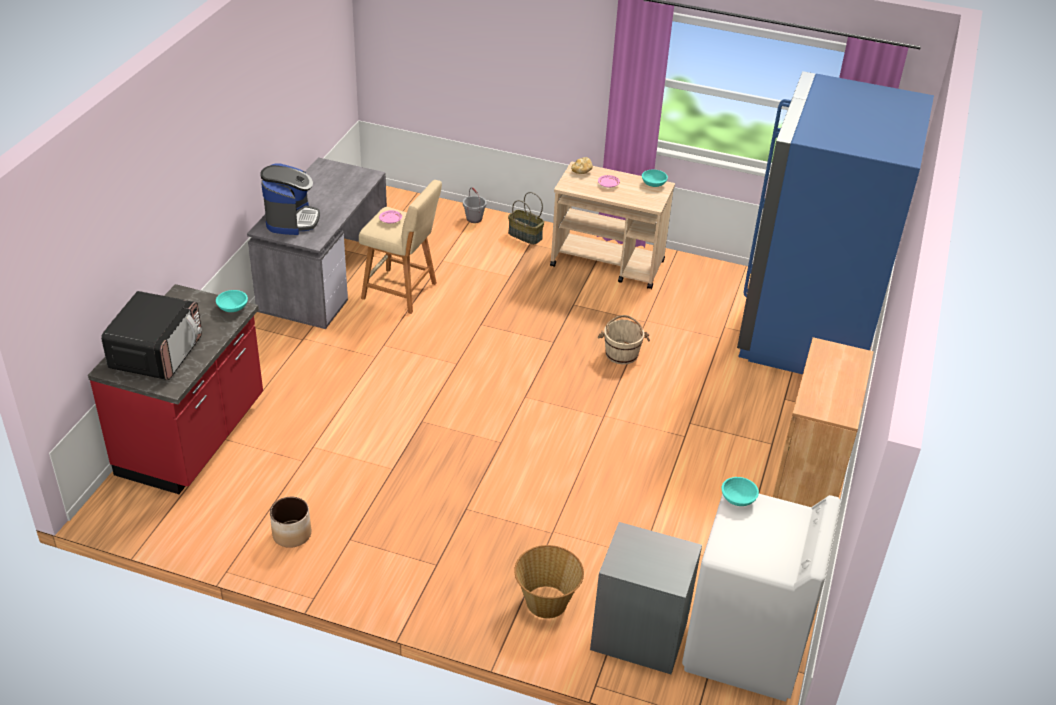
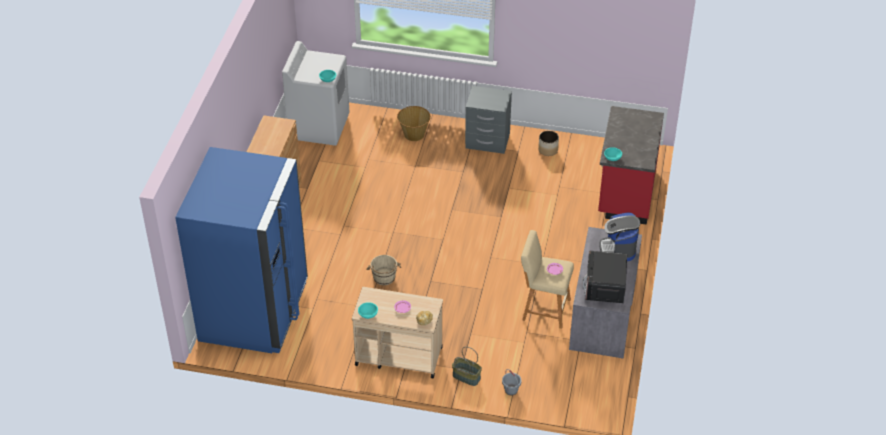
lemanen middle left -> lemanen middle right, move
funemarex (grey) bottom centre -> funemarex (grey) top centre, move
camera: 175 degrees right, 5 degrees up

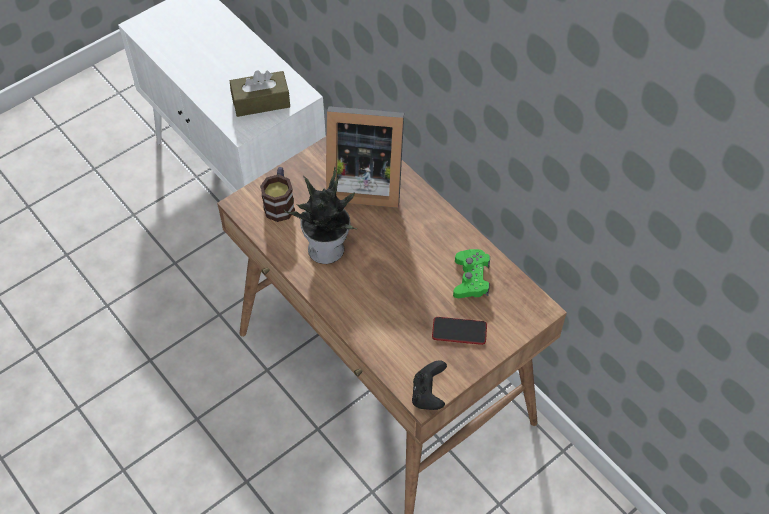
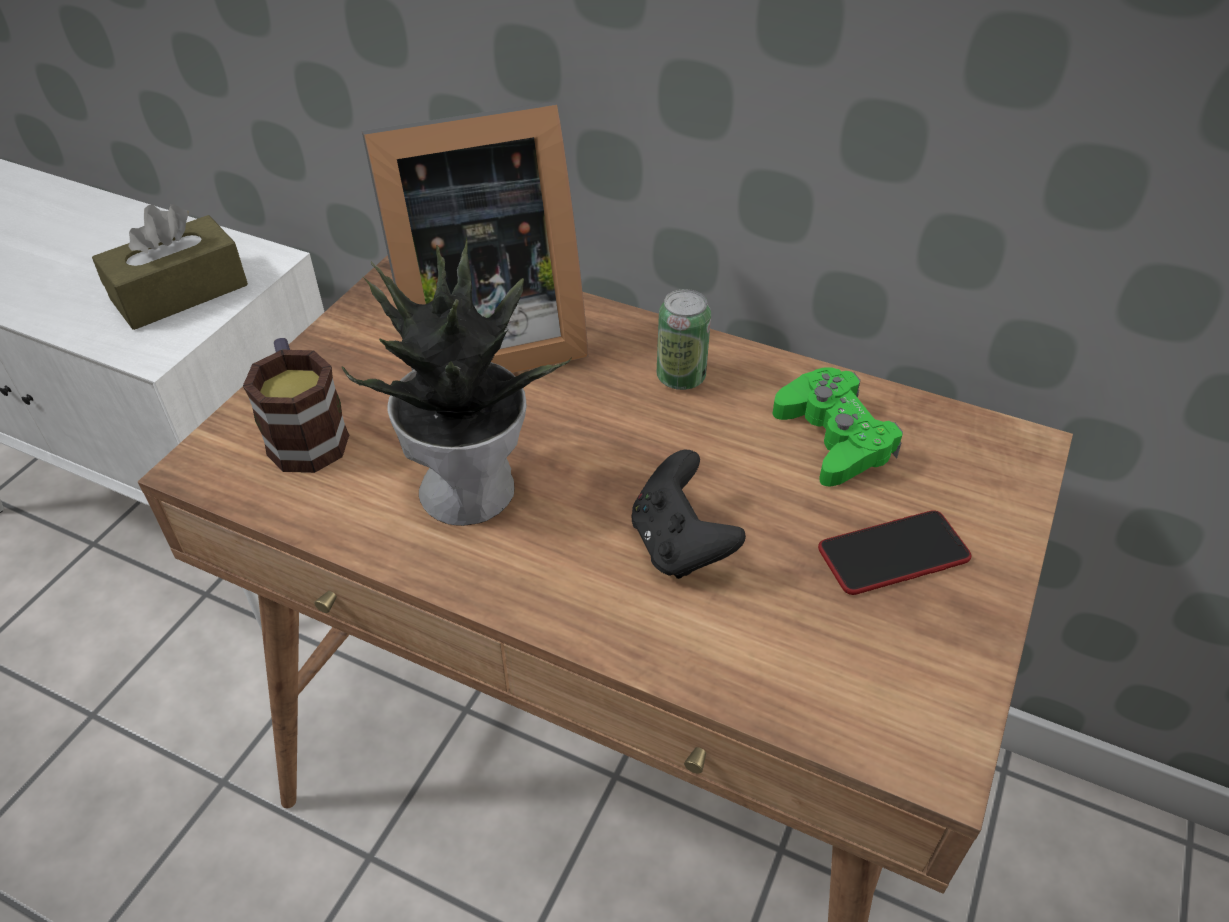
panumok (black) bottom centre -> panumok (black) centre, move
none -> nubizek centre
camera: 25 degrees left, 10 degrees down

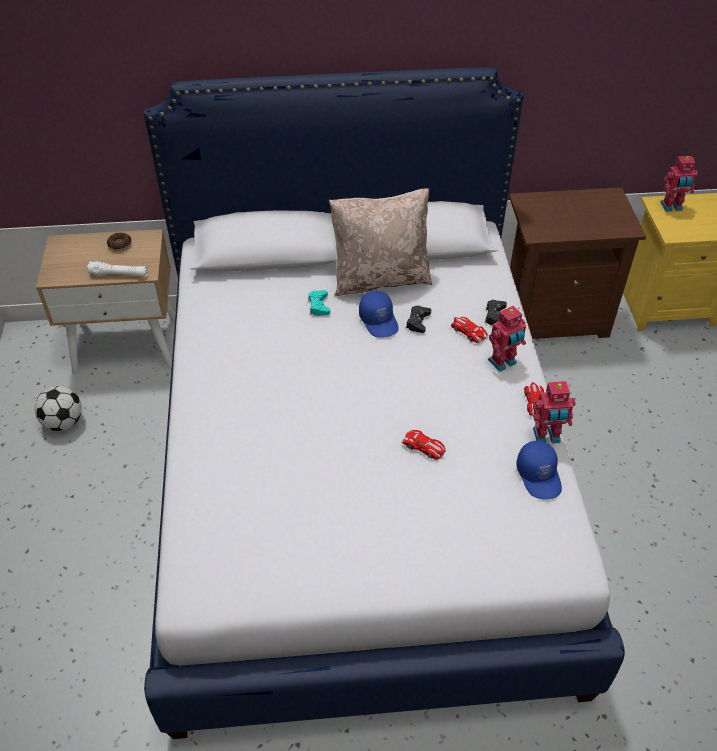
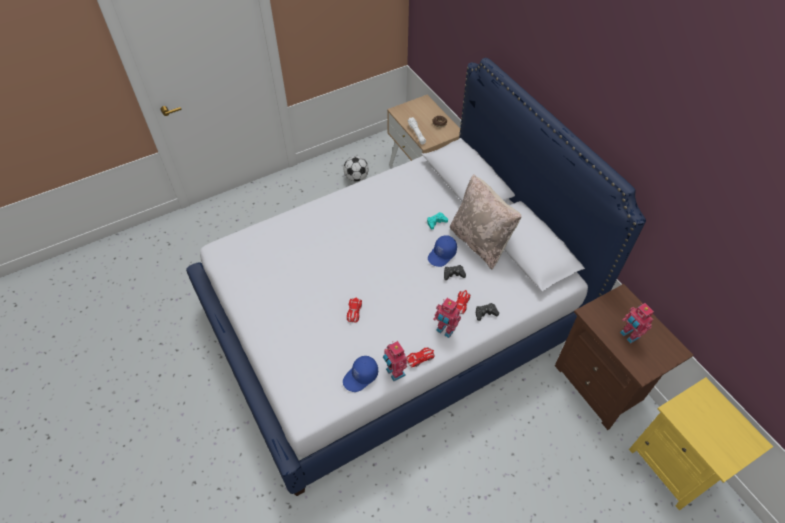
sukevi (3rd from left) top right -> sukevi (3rd from left) middle right, move
camera: 65 degrees right, 5 degrees up

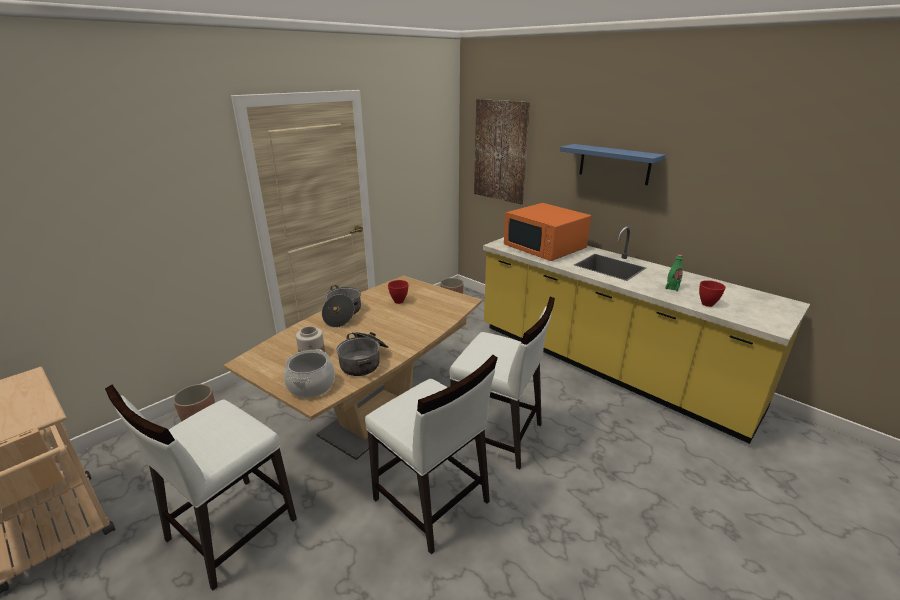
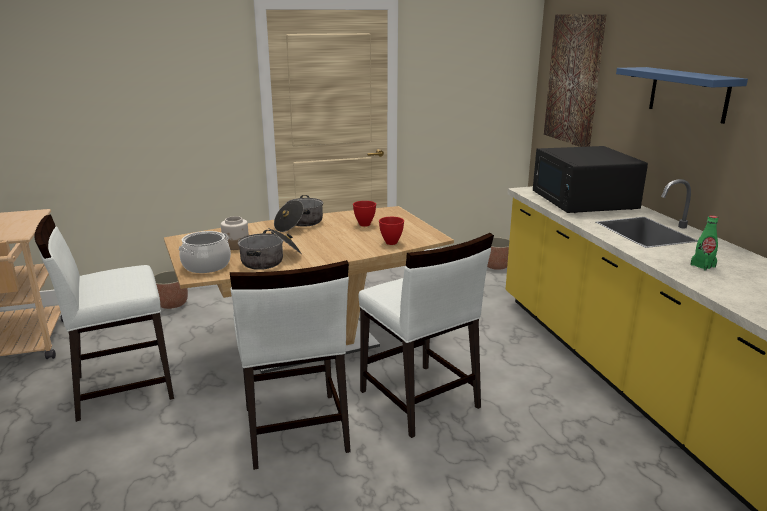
lemanen (orange) centre -> lemanen (black) middle right
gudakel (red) (2nd from left) middle right -> gudakel (red) (2nd from left) centre, move
camera: 30 degrees right, 5 degrees down

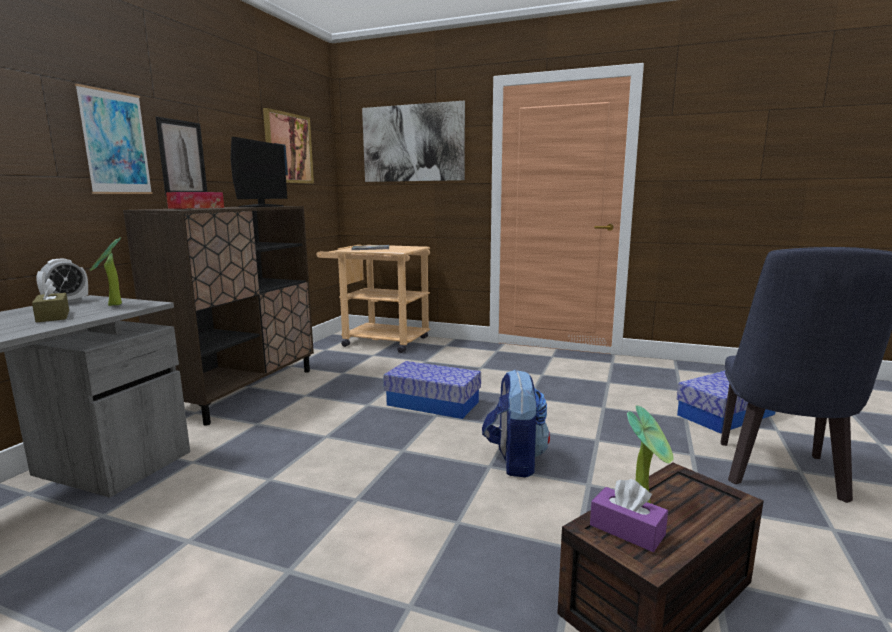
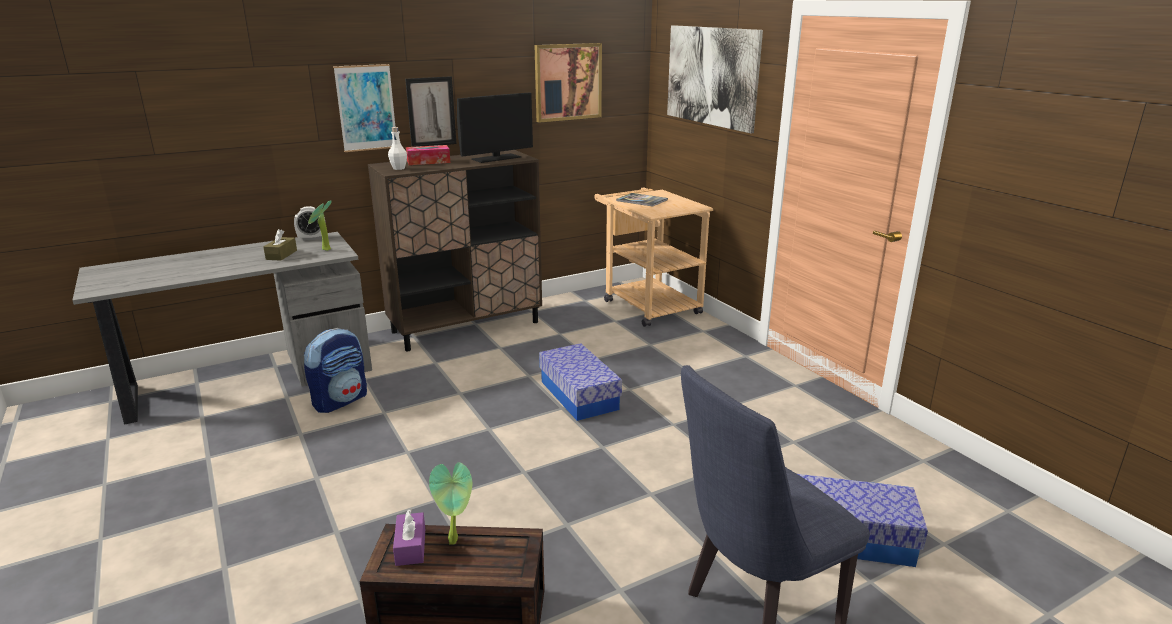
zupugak bottom centre -> zupugak middle left, move
none -> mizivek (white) top centre
camera: 40 degrees right, 10 degrees up

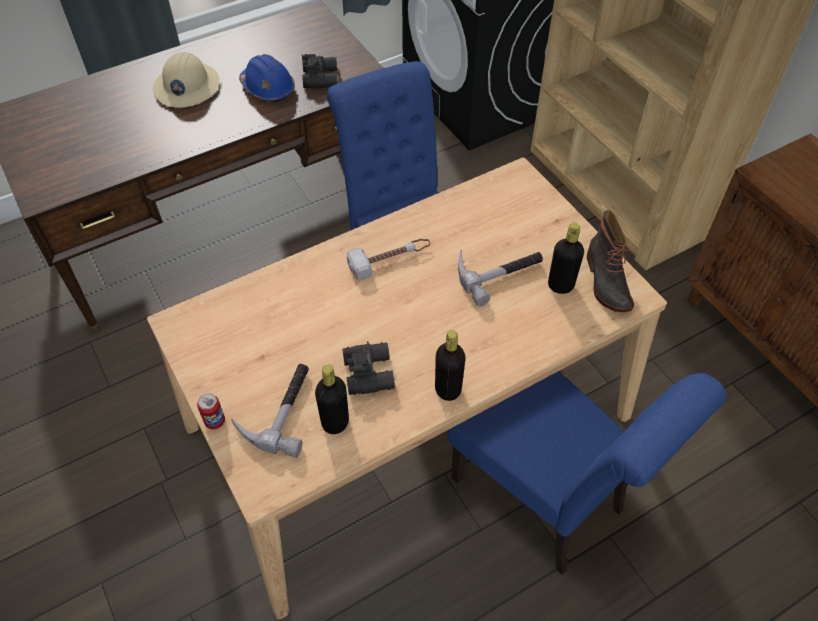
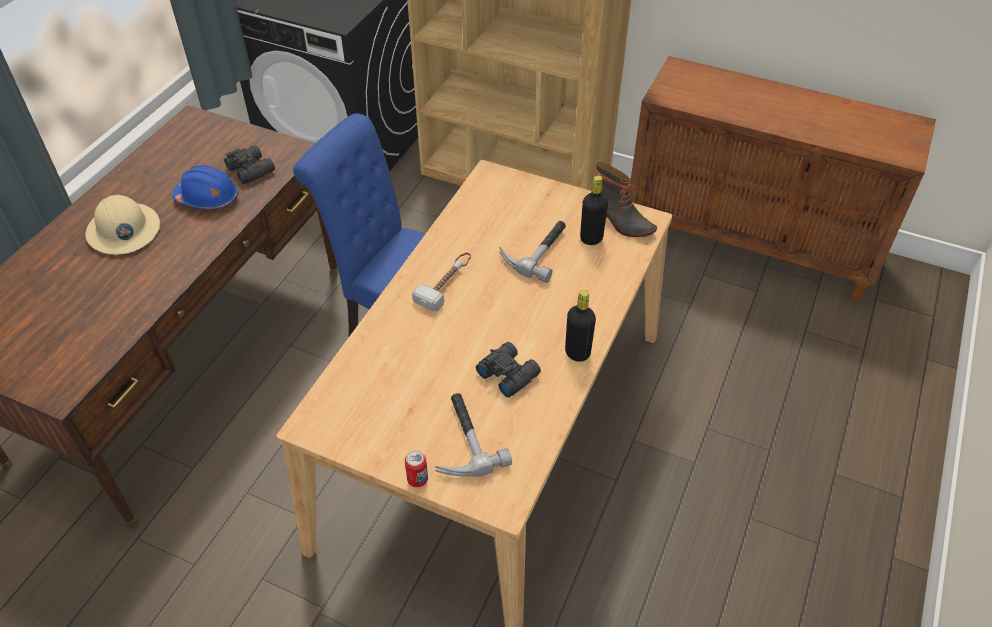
mizivek (black) (1st from left) centre -> none
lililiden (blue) (2nd from left) bottom right -> none
camera: 35 degrees left, 5 degrees down

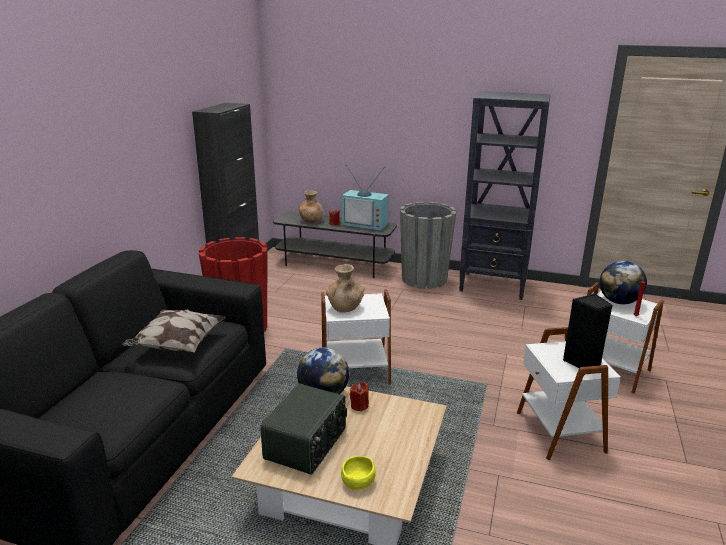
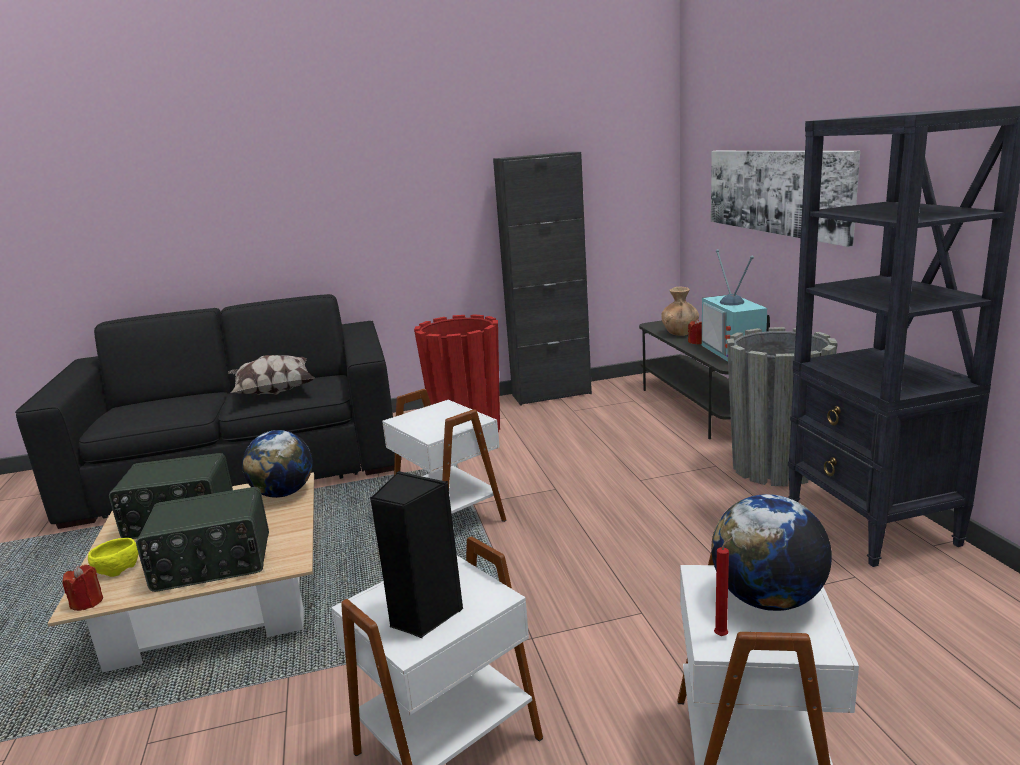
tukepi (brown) (2nd from left) centre -> none
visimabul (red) (2nd from left in the first image) bottom centre -> visimabul (red) (1st from left) bottom left, move
none -> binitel top right
none -> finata (2nd from left) bottom left
camera: 60 degrees right, 5 degrees down

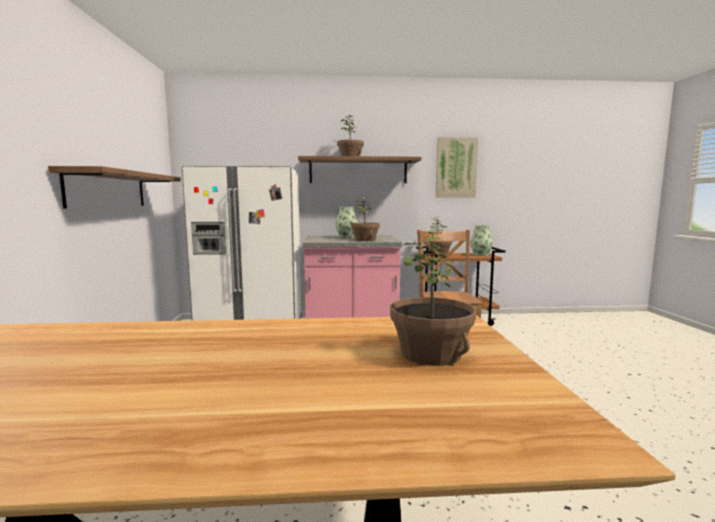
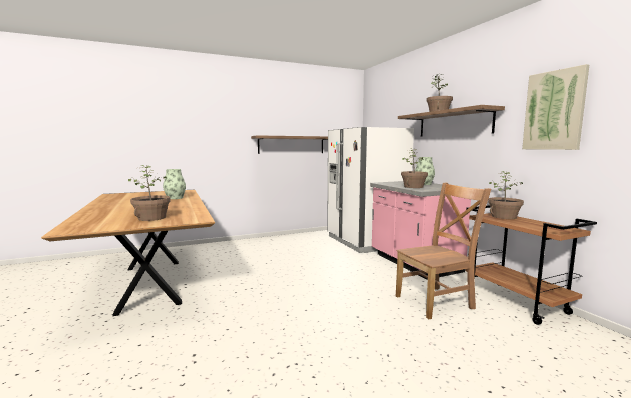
tukepi (2nd from left in the first image) middle right -> tukepi (1st from left) middle left, move
camera: 70 degrees right, 0 degrees up

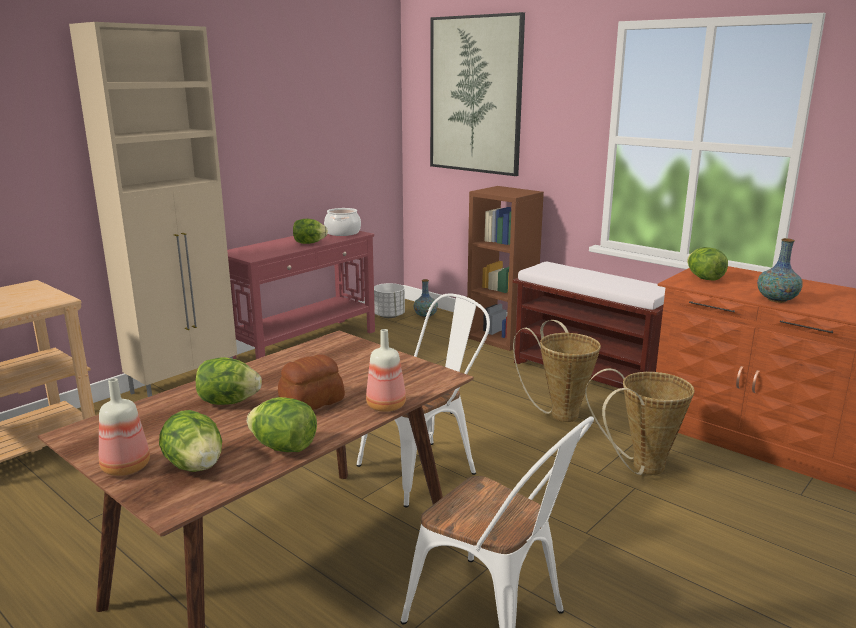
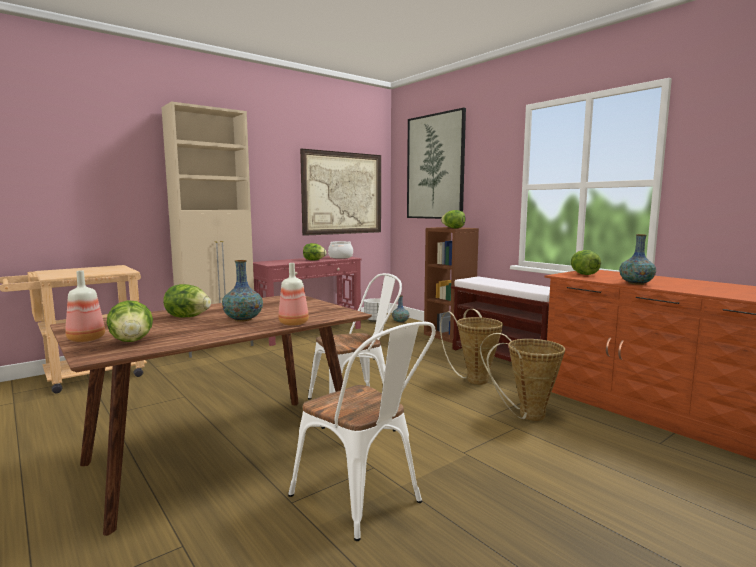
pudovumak centre -> tukepi (1st from left) middle left
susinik (3rd from left in the first image) bottom left -> susinik (4th from left) centre, move
none -> binitel (1st from left) centre
camera: 10 degrees right, 10 degrees down

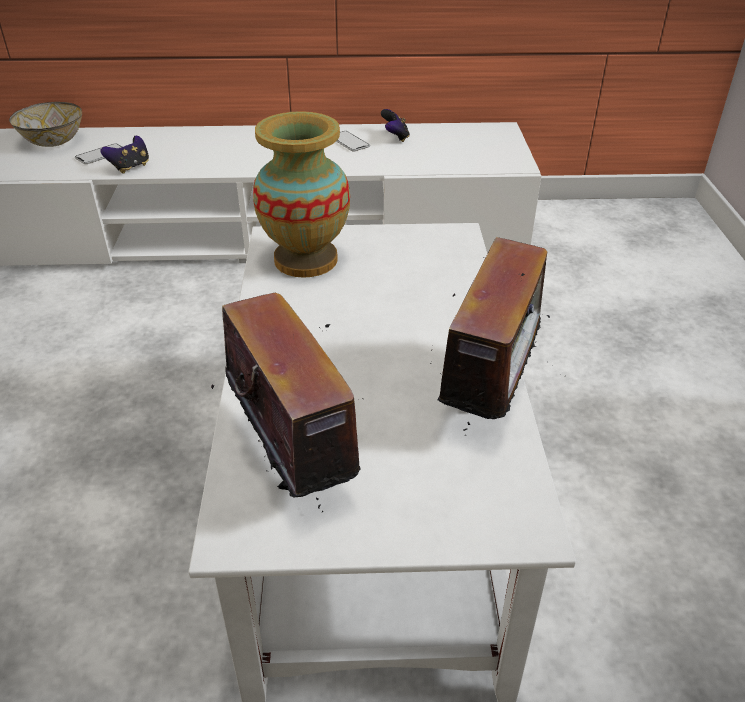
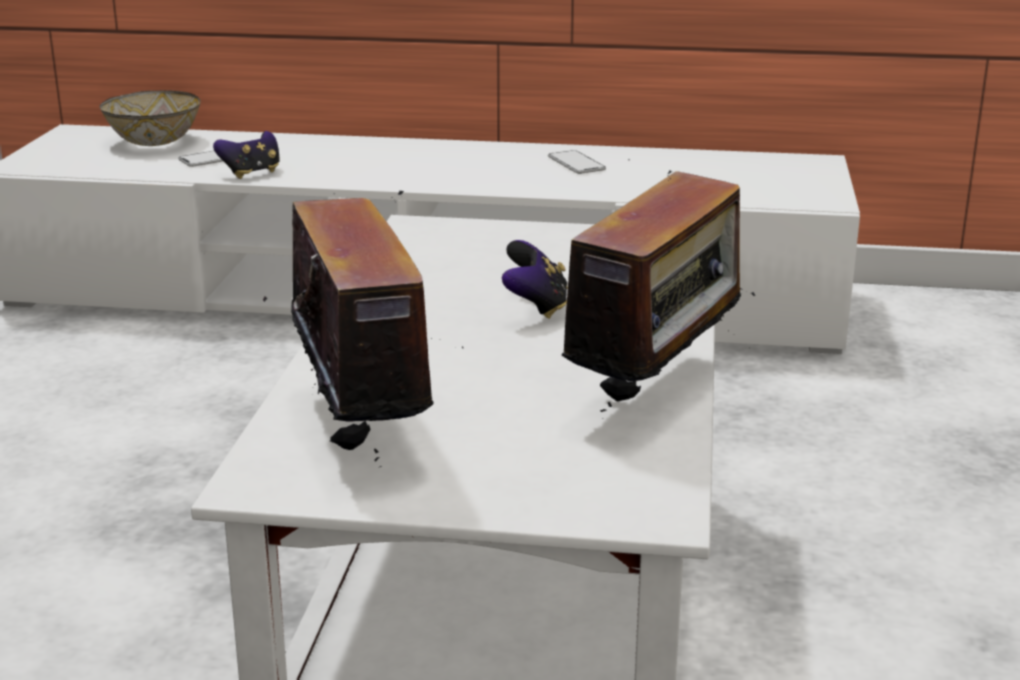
panumok (2nd from left) top centre -> panumok (2nd from left) centre, move
tukepi top centre -> none
camera: 10 degrees right, 15 degrees down

